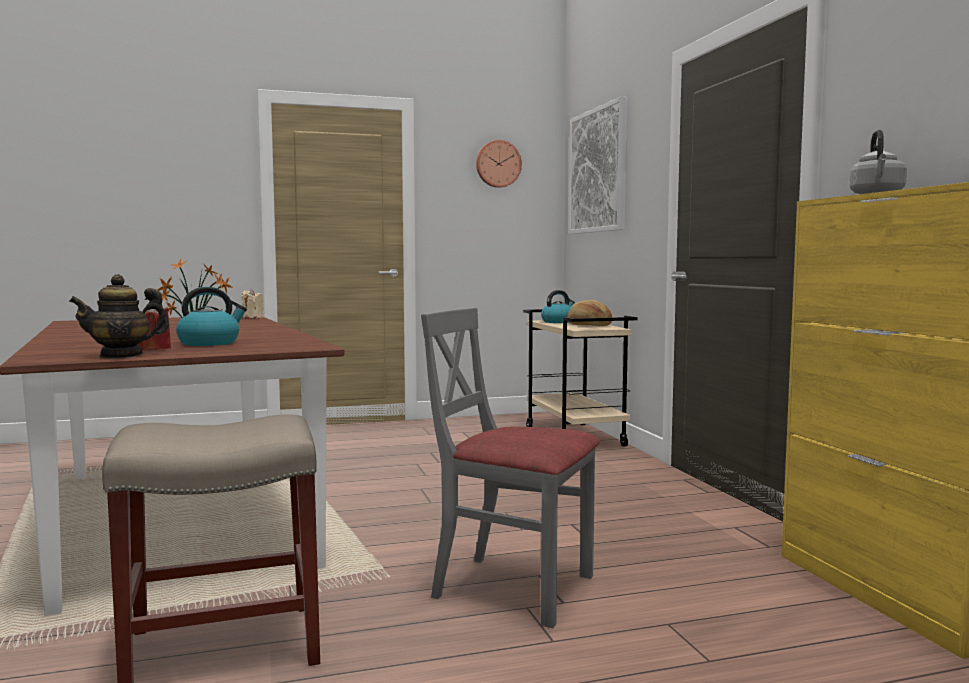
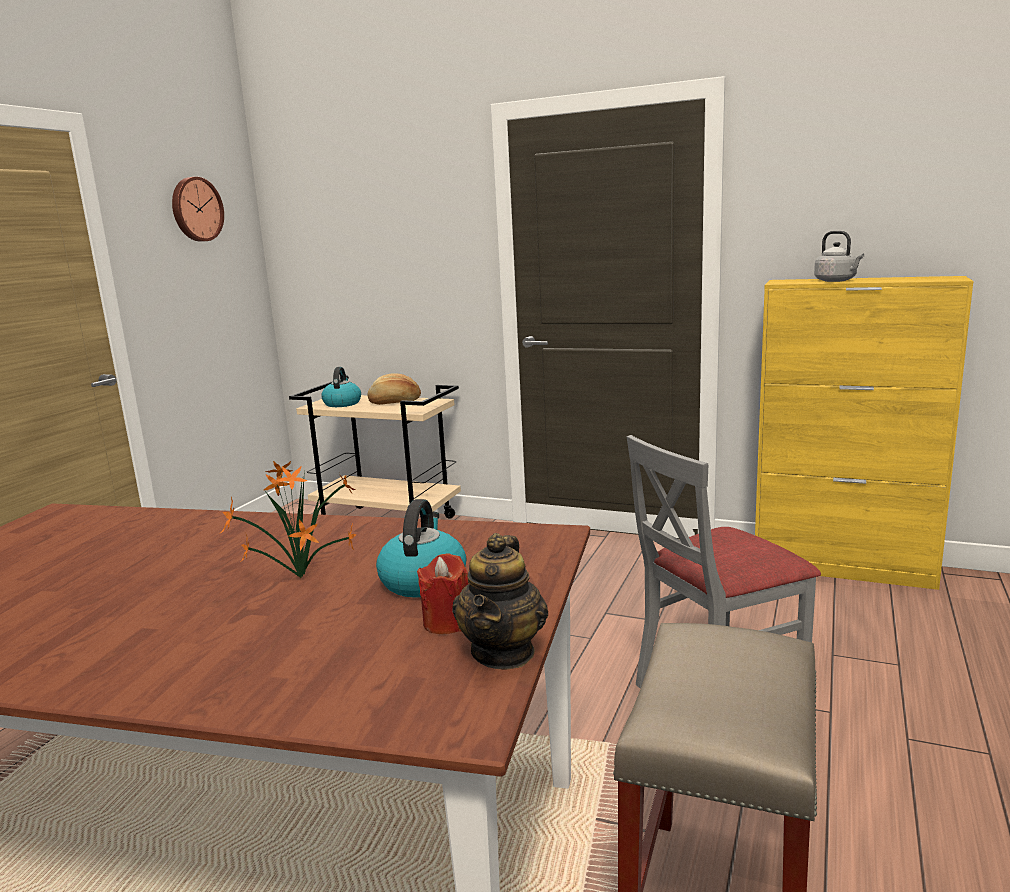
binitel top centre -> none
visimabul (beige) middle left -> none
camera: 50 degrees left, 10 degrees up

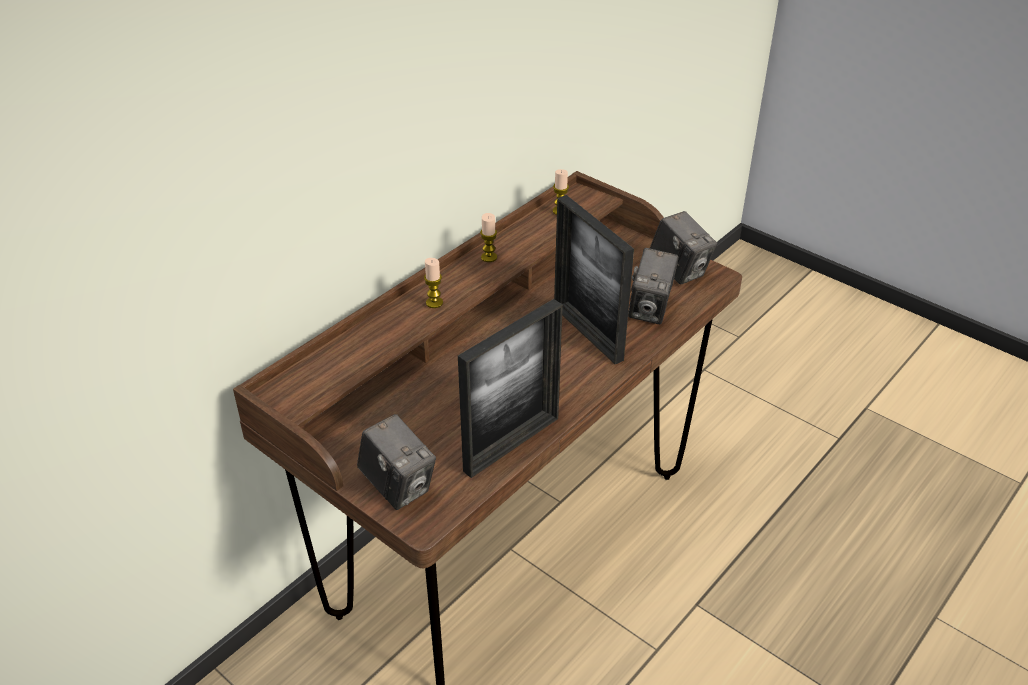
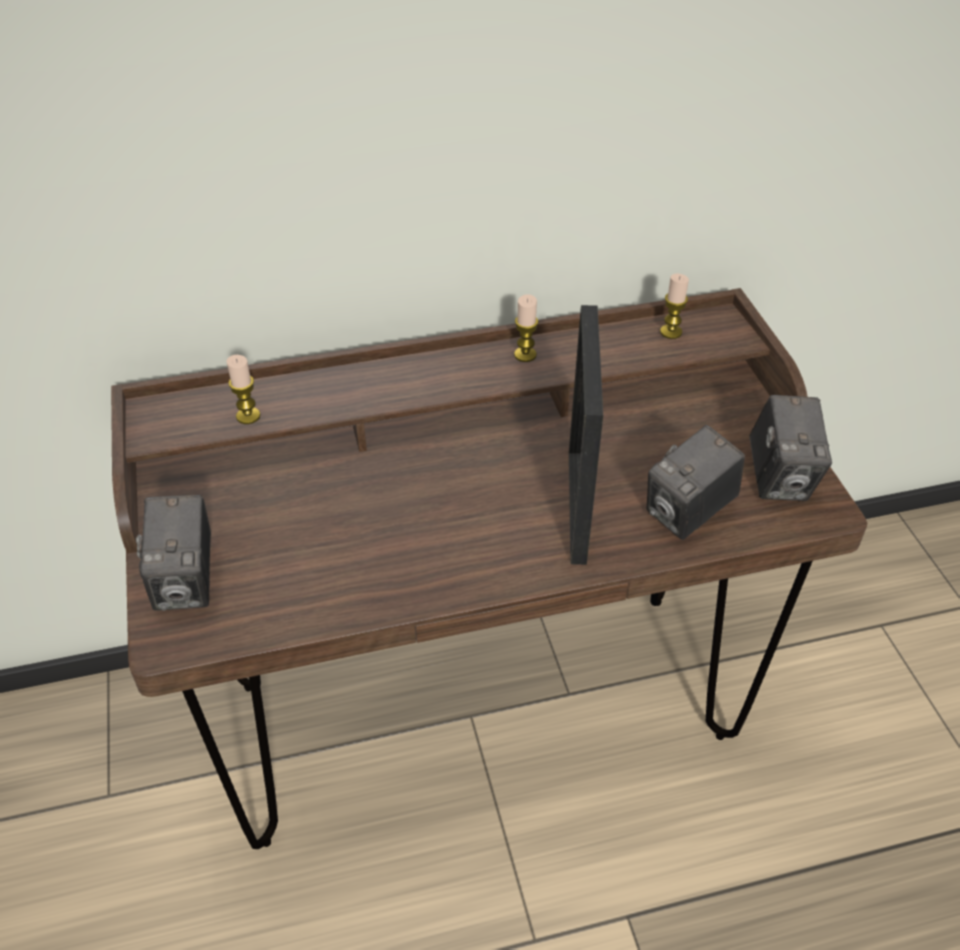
visimabul (1st from left) centre -> visimabul (1st from left) middle left, move
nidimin (1st from left) centre -> none
camera: 35 degrees right, 5 degrees up

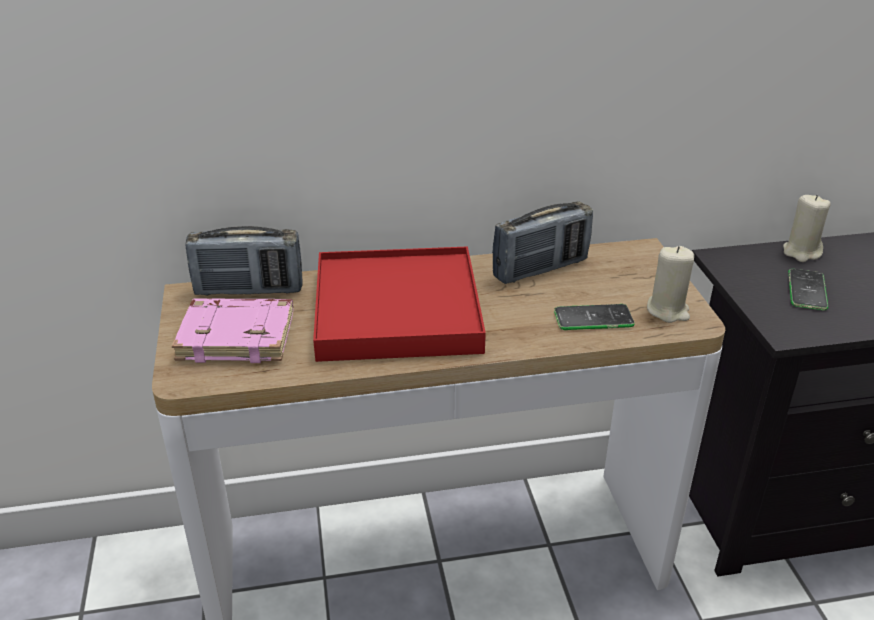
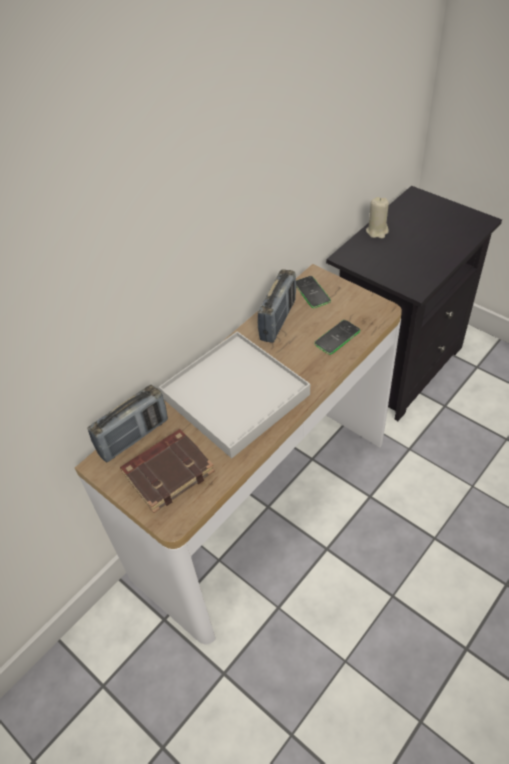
visimabul (beige) (1st from left) middle right -> none
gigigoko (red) centre -> gigigoko (white) centre
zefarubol (2nd from left in the first image) middle right -> zefarubol (1st from left) centre, move
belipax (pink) middle left -> belipax (brown) middle left
camera: 35 degrees left, 15 degrees up

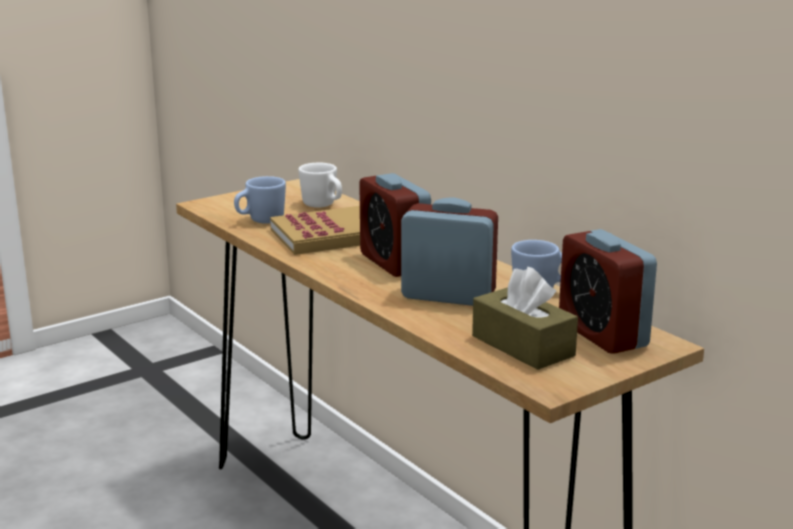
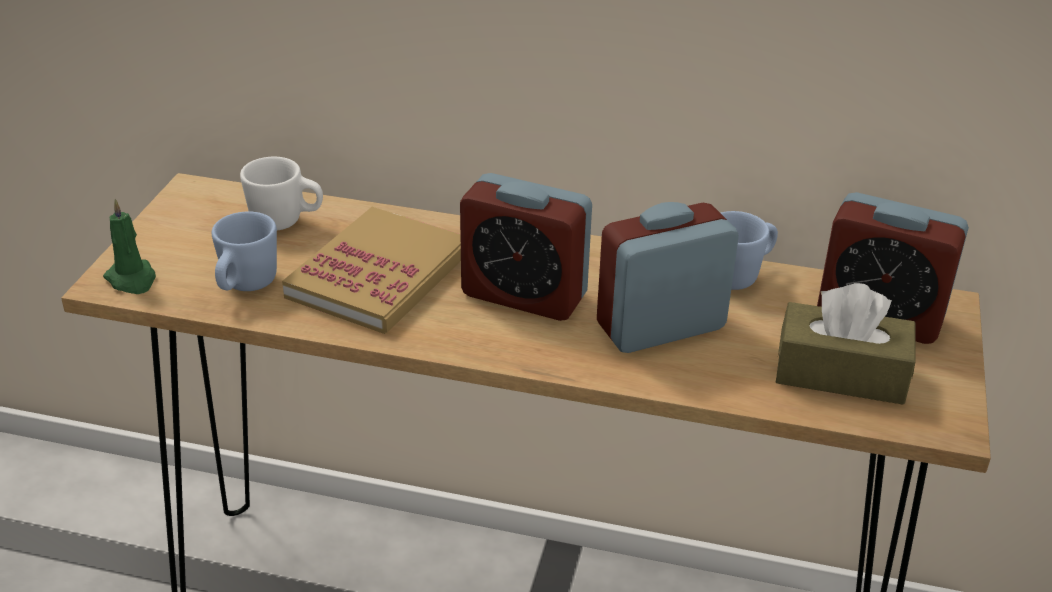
none -> visimabul (green) middle left
camera: 40 degrees left, 15 degrees up

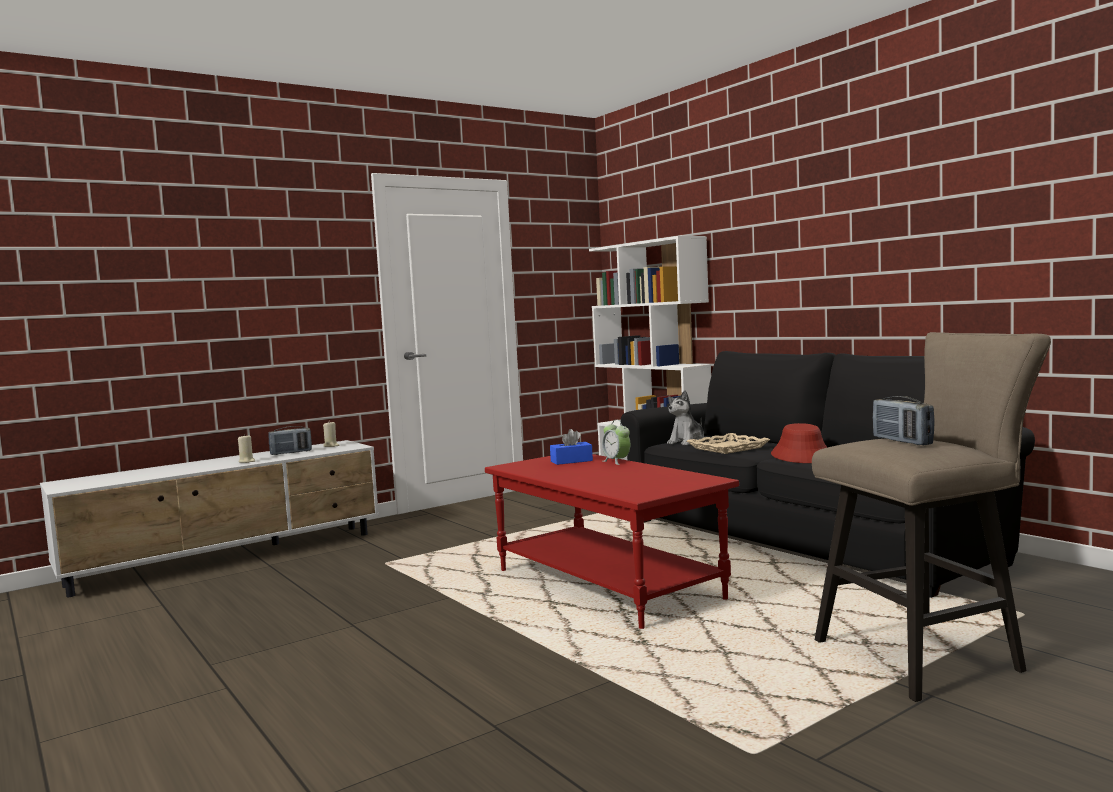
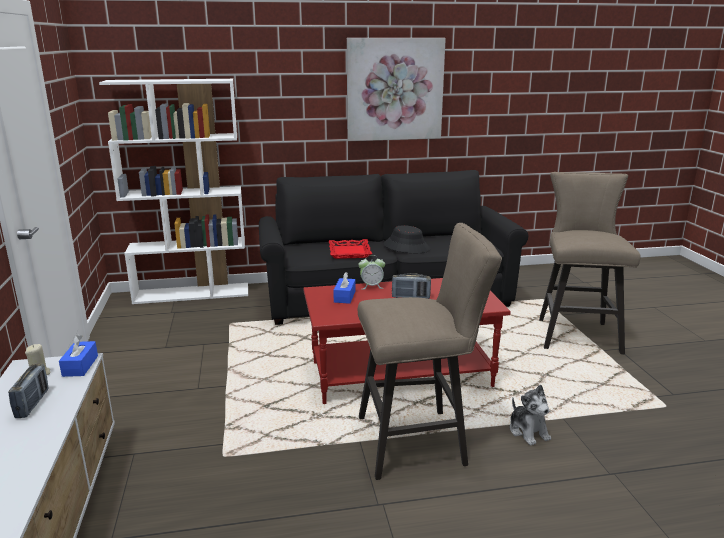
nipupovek centre -> nipupovek bottom right, move
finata (2nd from left) middle right -> finata (2nd from left) centre, move
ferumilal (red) middle right -> ferumilal (black) centre
gigigoko (beige) centre -> gigigoko (red) centre
visimabul (beige) (1st from left) middle left -> none
none -> binitel top centre
none -> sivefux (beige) (1st from left) centre
none -> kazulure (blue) (1st from left) middle left
camera: 65 degrees left, 15 degrees up

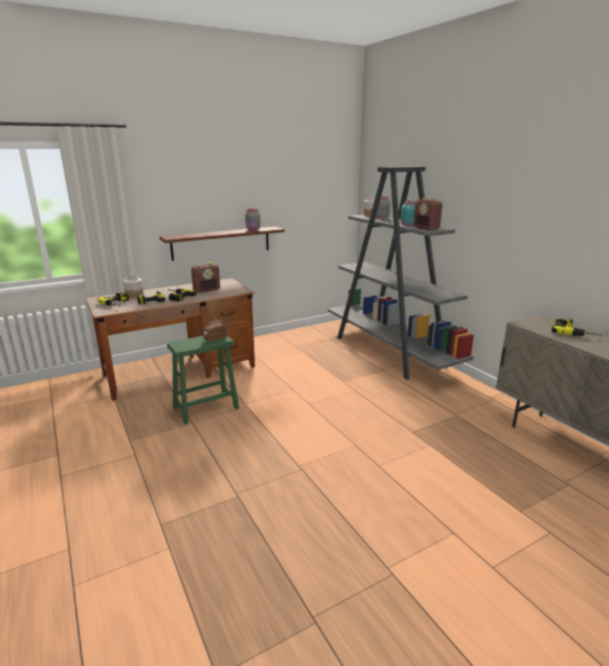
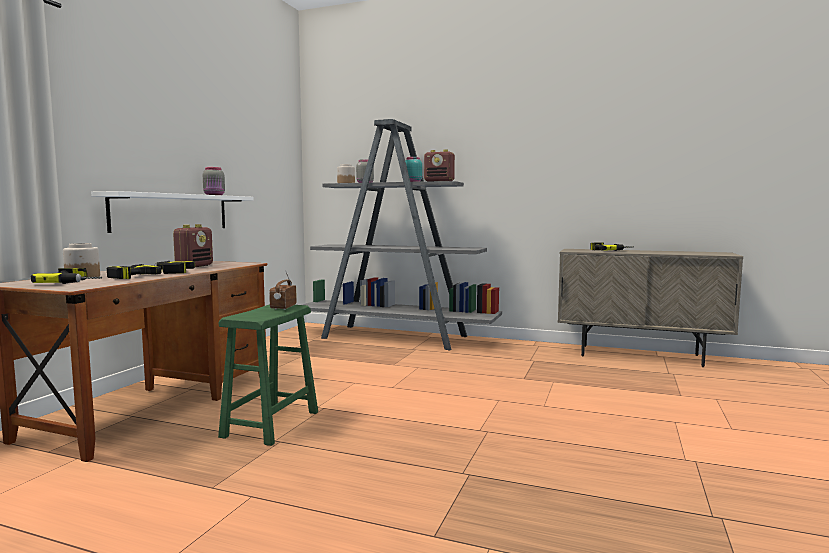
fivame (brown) centre -> fivame (white) middle left
camera: 40 degrees left, 15 degrees down

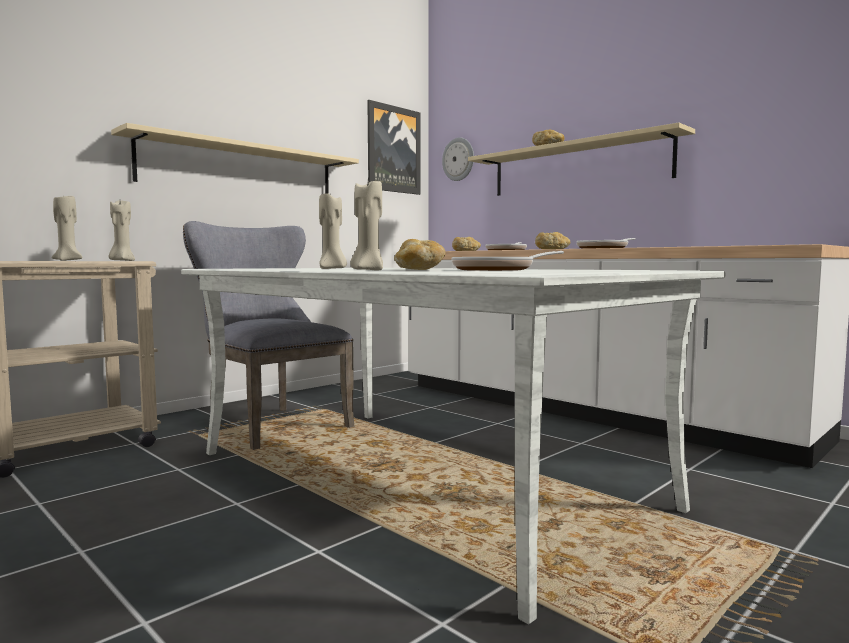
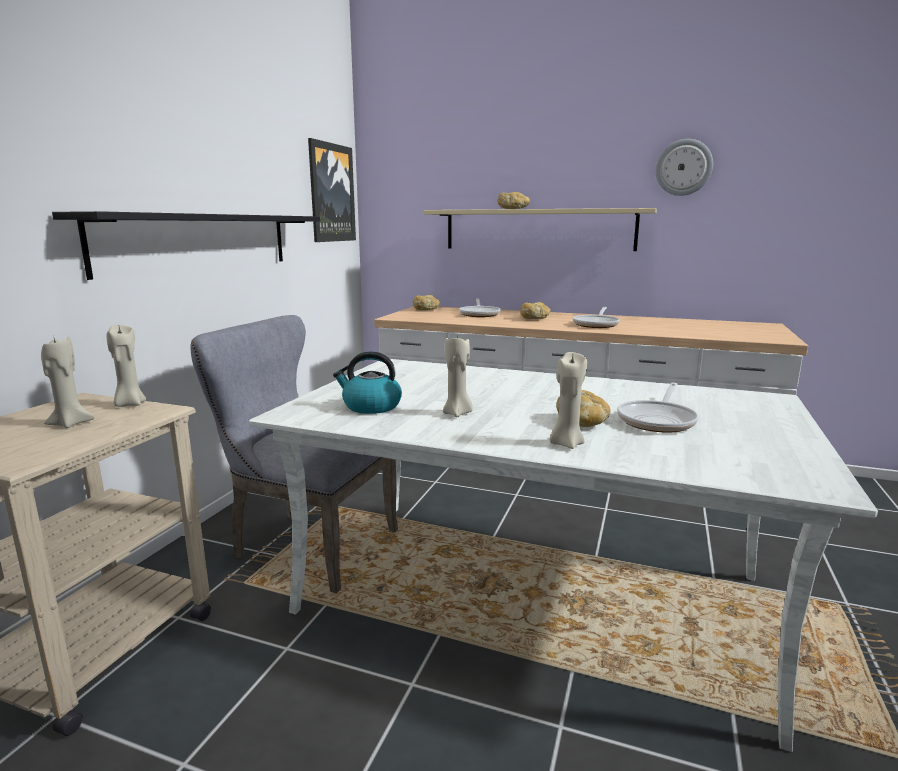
fivame (beige) (1st from left) top left -> fivame (black) top left
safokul top centre -> safokul top right, move
none -> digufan centre
camera: 25 degrees left, 10 degrees up

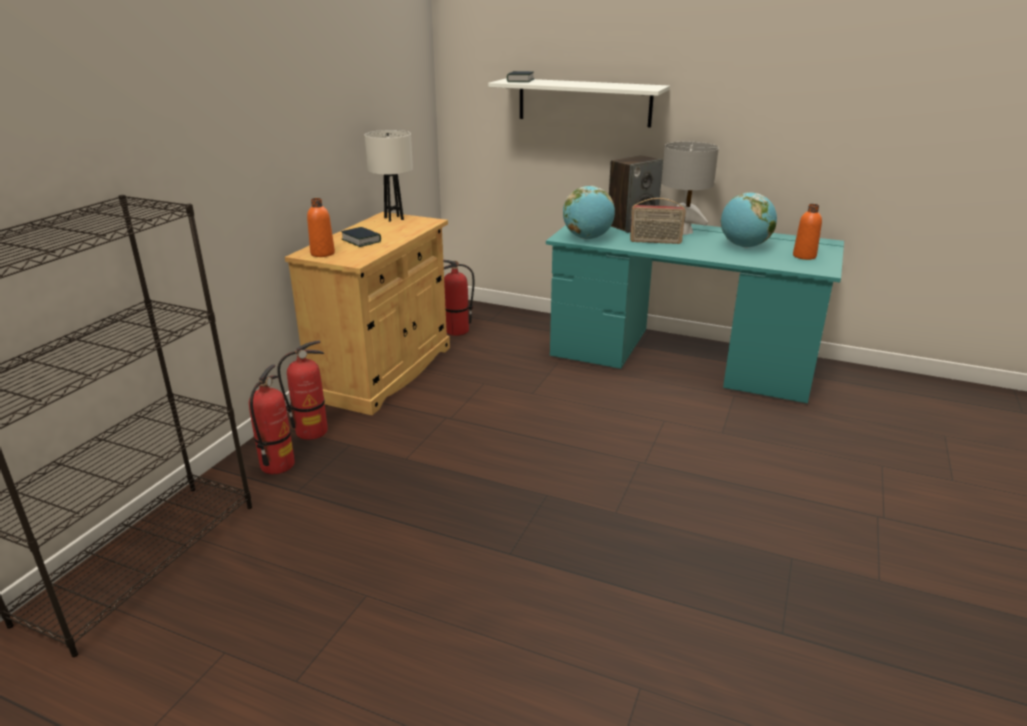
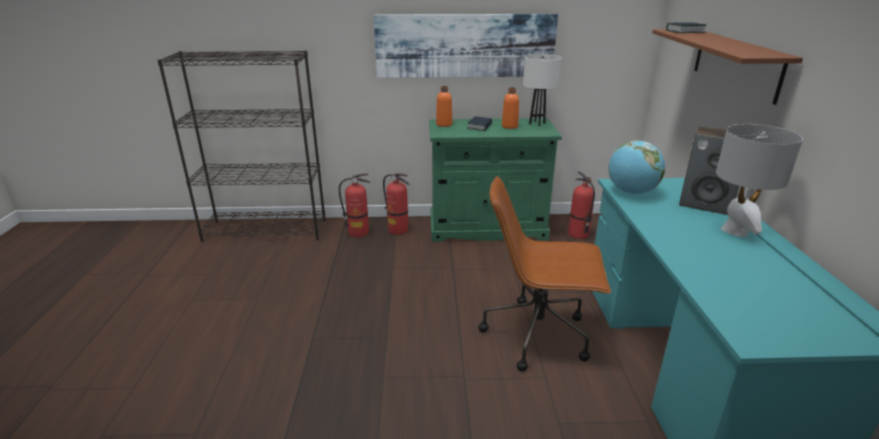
fivame (white) top centre -> fivame (brown) top right
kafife (2nd from left) top right -> none
finata top centre -> none
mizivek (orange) (2nd from left) top right -> mizivek (orange) (2nd from left) top centre, move
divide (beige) centre -> divide (green) centre
none -> binitel top centre
none -> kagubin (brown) centre
camera: 65 degrees right, 0 degrees up

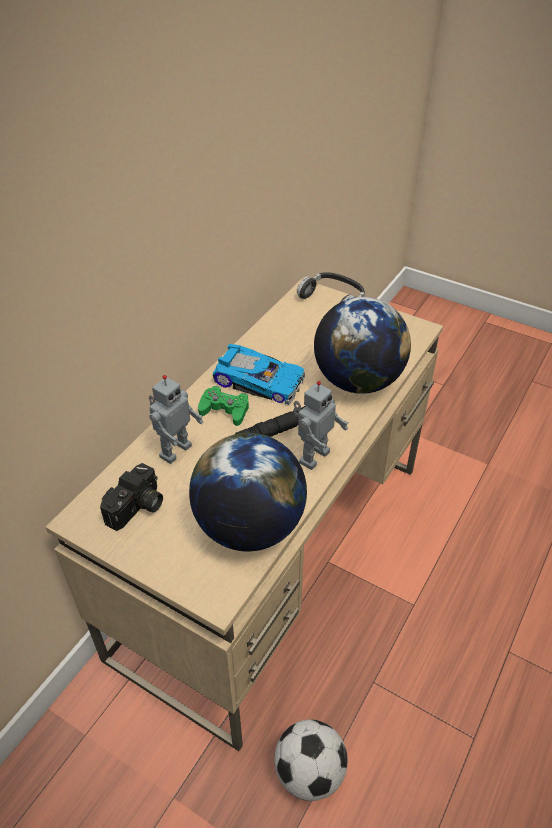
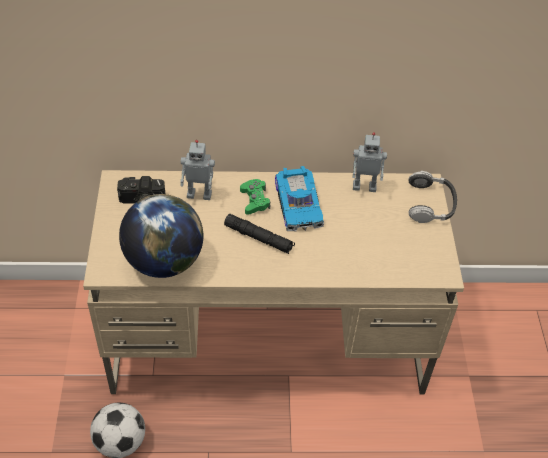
kafife (2nd from left) centre -> none
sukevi (2nd from left) centre -> sukevi (2nd from left) middle right, move
camera: 55 degrees right, 5 degrees up

